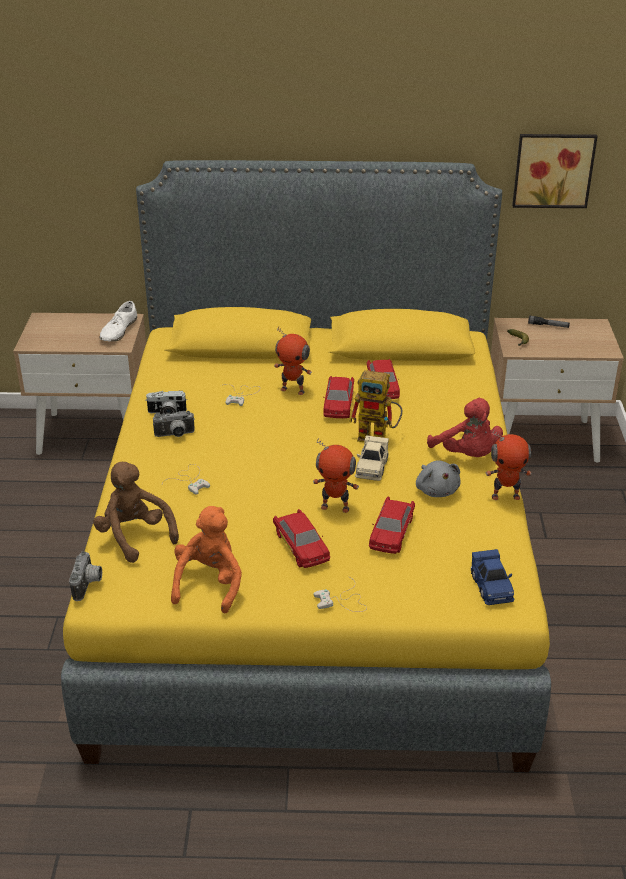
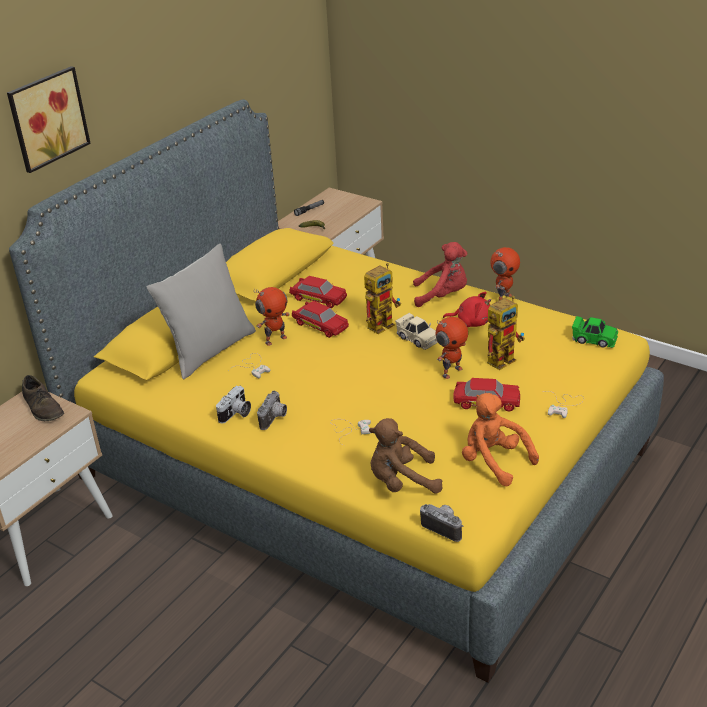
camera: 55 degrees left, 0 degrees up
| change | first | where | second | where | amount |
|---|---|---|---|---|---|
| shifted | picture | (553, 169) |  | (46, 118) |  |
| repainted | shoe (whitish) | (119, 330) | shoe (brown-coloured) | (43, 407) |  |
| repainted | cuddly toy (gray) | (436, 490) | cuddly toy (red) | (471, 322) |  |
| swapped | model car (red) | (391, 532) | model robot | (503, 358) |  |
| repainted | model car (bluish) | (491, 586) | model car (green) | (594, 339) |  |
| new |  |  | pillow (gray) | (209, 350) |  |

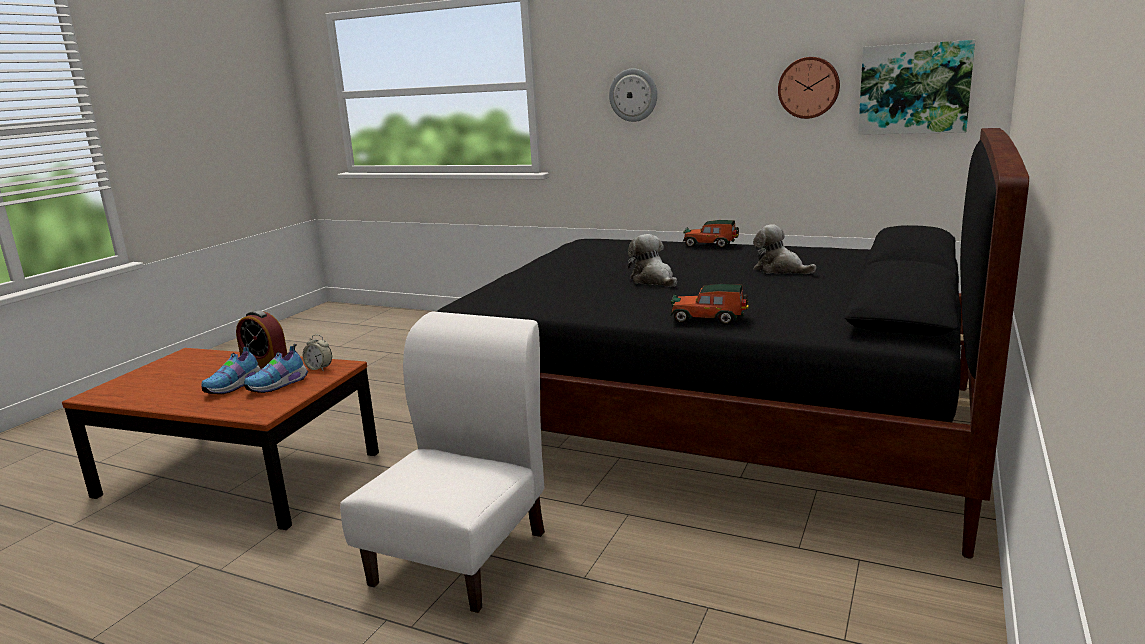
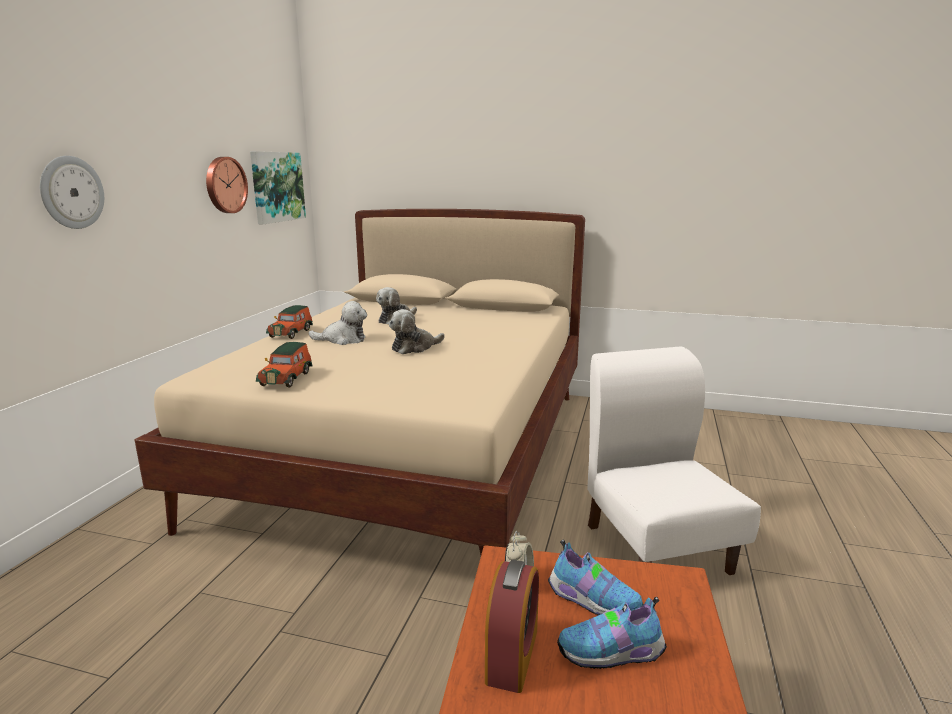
camera: 100 degrees left, 0 degrees up
| change | first | where | second | where | amount |
|---|---|---|---|---|---|
| repainted | sleeping bed (blackish) | (716, 422) | sleeping bed (beige) | (414, 452) |  |
| shifted | model car | (710, 319) |  | (287, 378) |  |
| rotated | chair (whitish) | (461, 557) |  | (657, 547) | 60 degrees clockwise |
| rotated | shoe | (235, 386) |  | (613, 654) | 150 degrees clockwise |
| new |  |  | cuddly toy | (343, 340) |  |

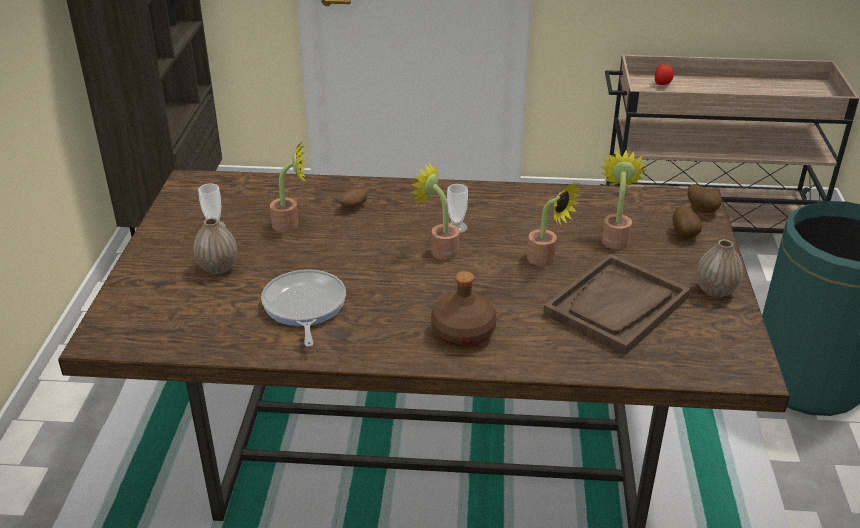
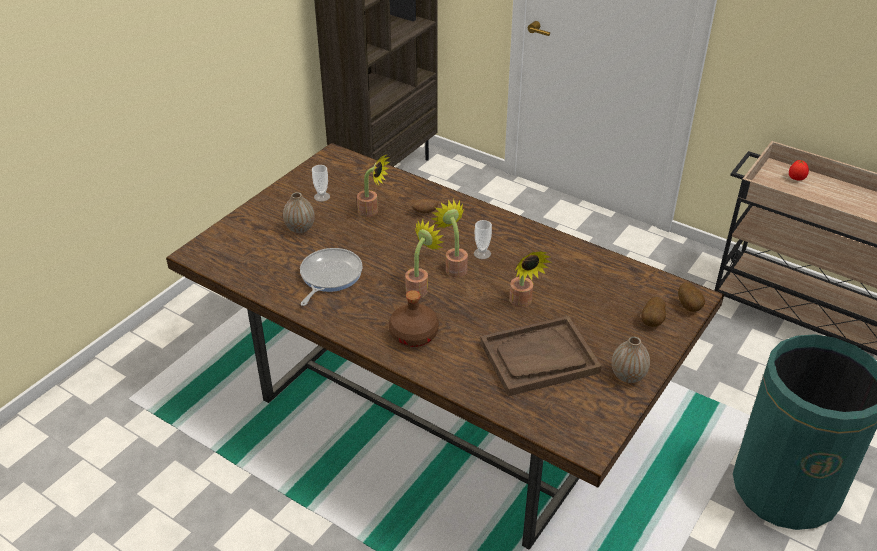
camera: 30 degrees right, 5 degrees up
| change | first | where | second | where | amount |
|---|---|---|---|---|---|
| shifted | potted plant | (615, 238) |  | (420, 288) |  |

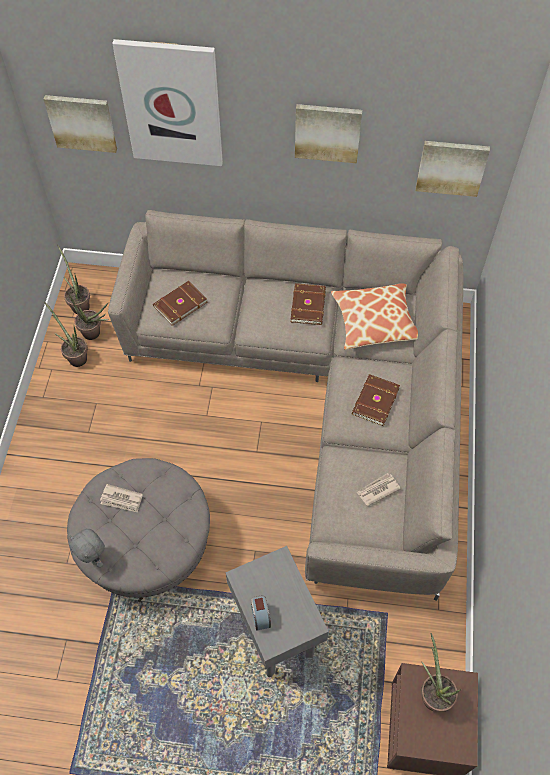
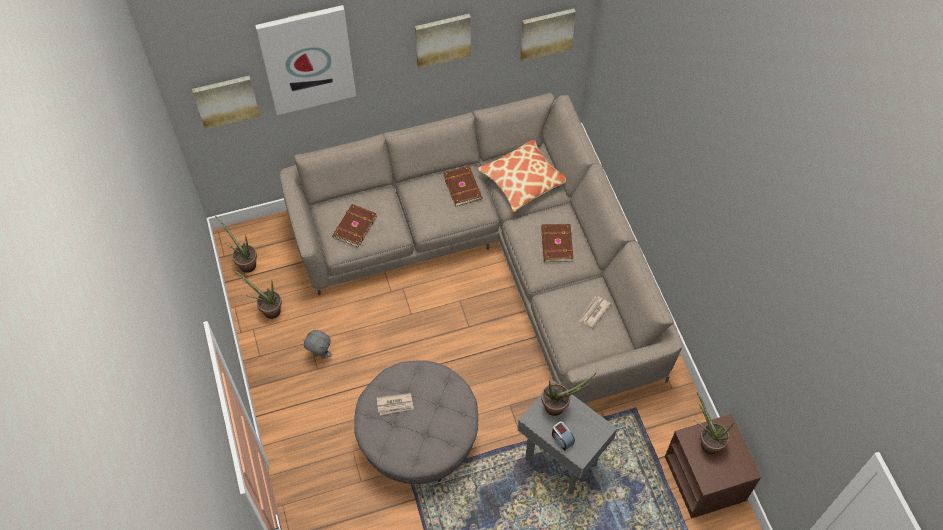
camera: 25 degrees left, 0 degrees up
| change | first | where | second | where | amount |
|---|---|---|---|---|---|
| shifted | potted plant | (95, 334) |  | (559, 406) |  |
| shifted | cuddly toy (gray) | (93, 558) |  | (320, 354) |  |

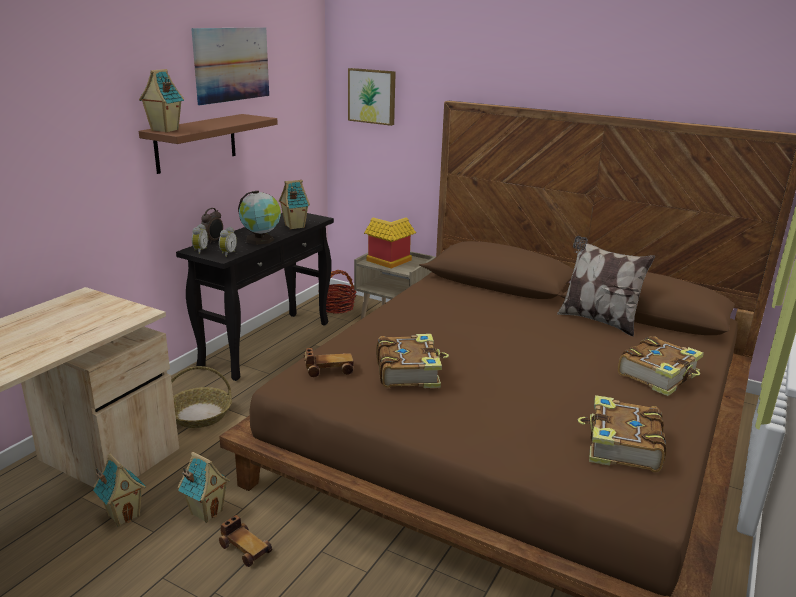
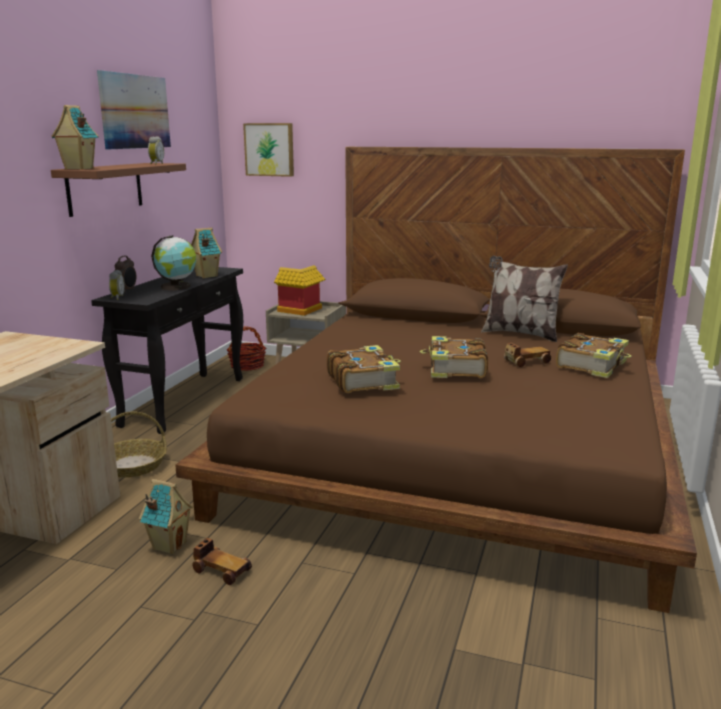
camera: 10 degrees left, 5 degrees down
| change | first | where | second | where | amount |
|---|---|---|---|---|---|
| shifted | bedside clock | (227, 254) |  | (156, 164) |  |
| shifted | model car | (328, 370) |  | (526, 362) |  |
| shifted | book | (621, 446) |  | (455, 368) |  |
| gone | model house | (124, 515) |  |  |  |

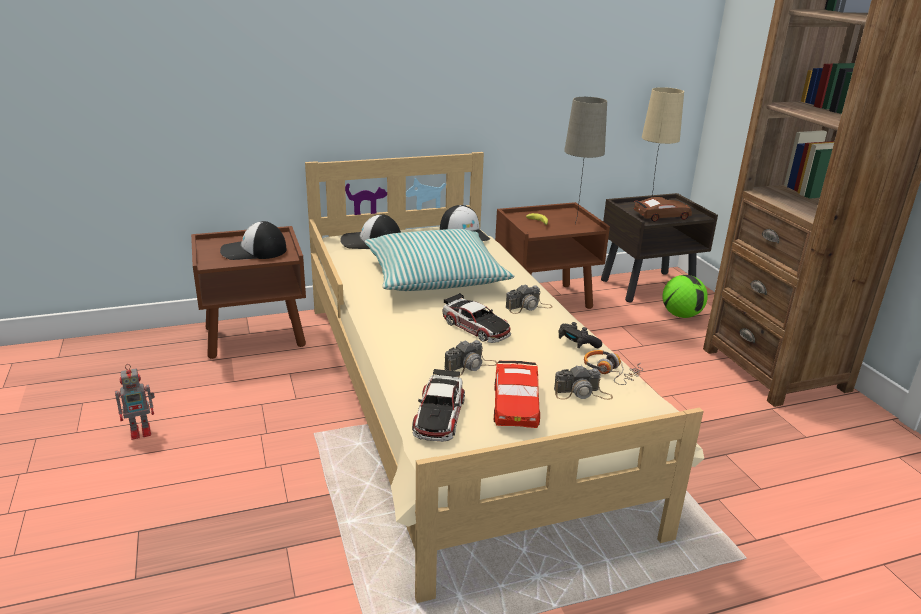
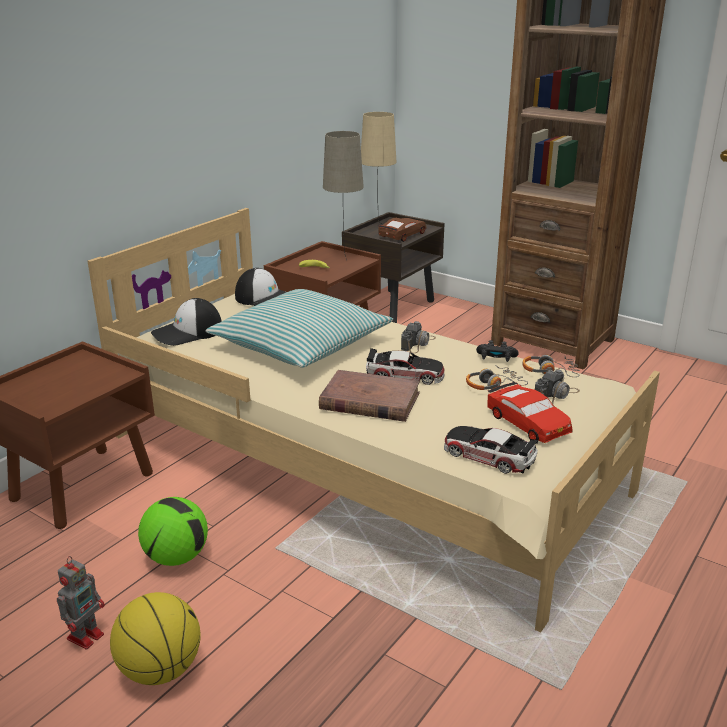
camera: 35 degrees left, 0 degrees up
| change | first | where | second | where | amount |
|---|---|---|---|---|---|
| gone | peaked cap | (253, 251) |  |  |  |
| shifted | football | (681, 315) |  | (177, 557) |  |
| gone | still camera | (471, 366) |  |  |  |
| rotated | model car | (439, 415) |  | (488, 455) | 150 degrees clockwise |
| new |  |  | headset | (493, 385) |  |
| new |  |  | book (brown-coloured) | (369, 401) |  |
| new |  |  | basketball | (160, 669) |  |

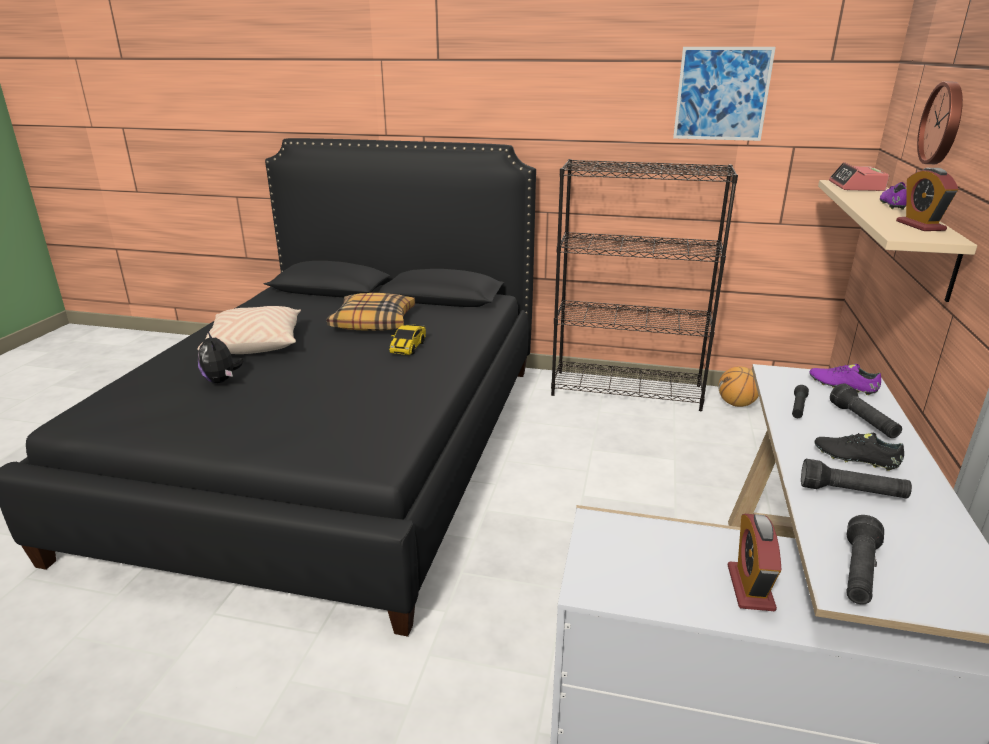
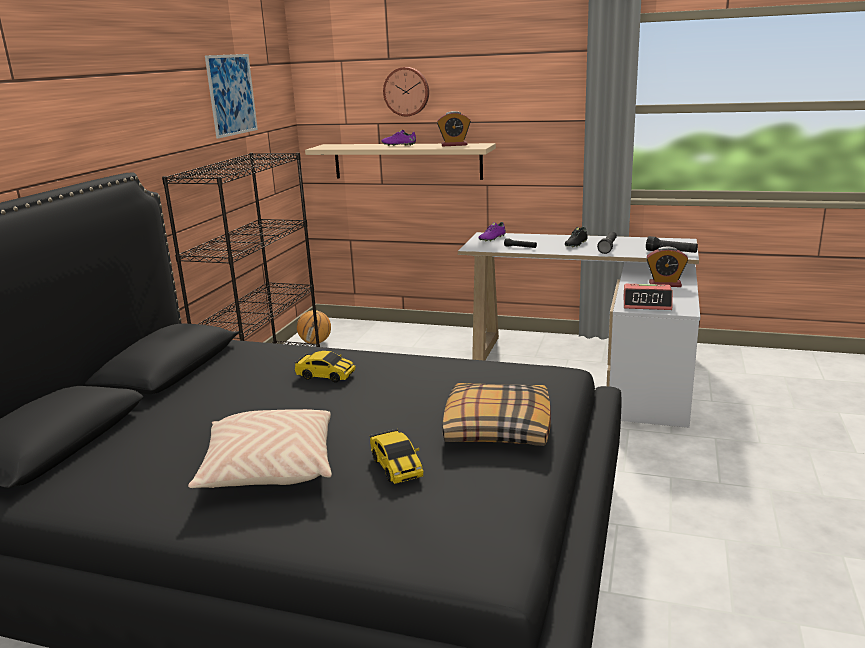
camera: 85 degrees left, 5 degrees down
| change | first | where | second | where | amount |
|---|---|---|---|---|---|
| shifted | bedside clock | (856, 186) |  | (647, 304) |  |
| shifted | pillow | (373, 322) |  | (496, 427) |  |
| swapped | cuddly toy | (222, 380) | model car | (396, 467) |  |
| gone | flashlight (blackish) | (863, 422) |  |  |  |

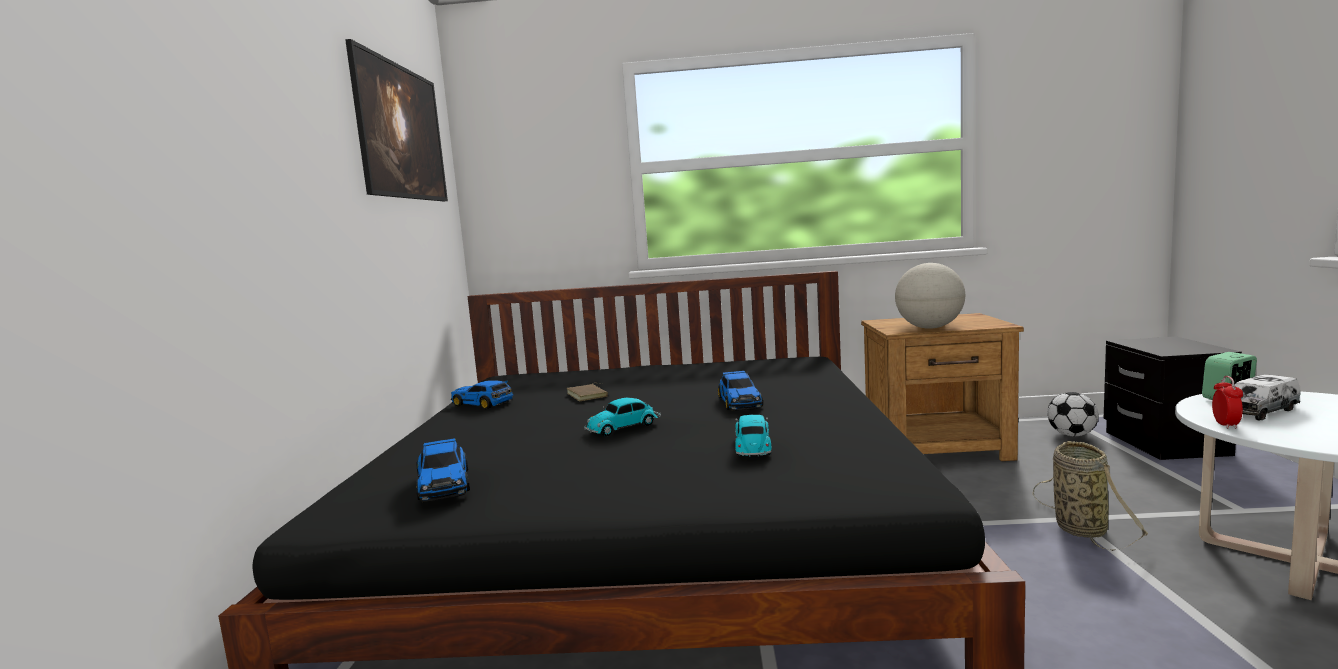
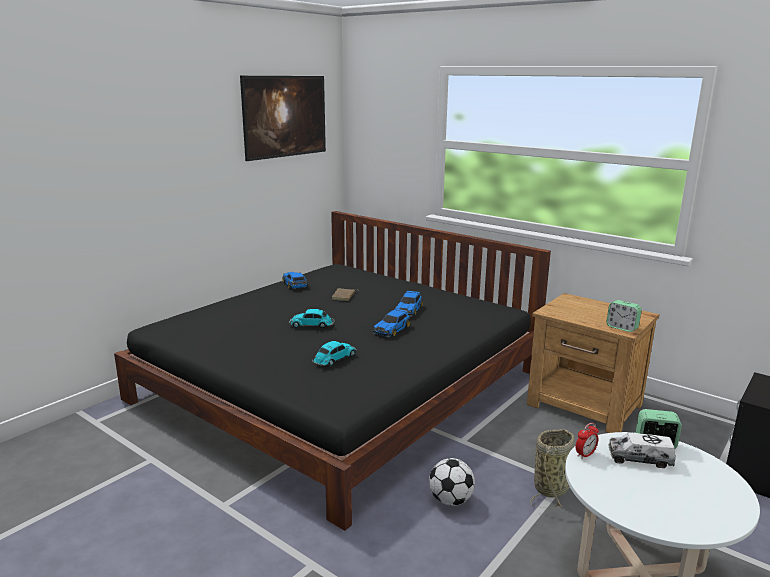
camera: 35 degrees right, 10 degrees up
| change | first | where | second | where | amount |
|---|---|---|---|---|---|
| gone | globe | (929, 328) |  |  |  |
| shifted | football | (1071, 435) |  | (450, 500) |  |
| shifted | model car | (444, 484) |  | (409, 310) |  |
| new |  |  | bedside clock | (622, 327) |  |

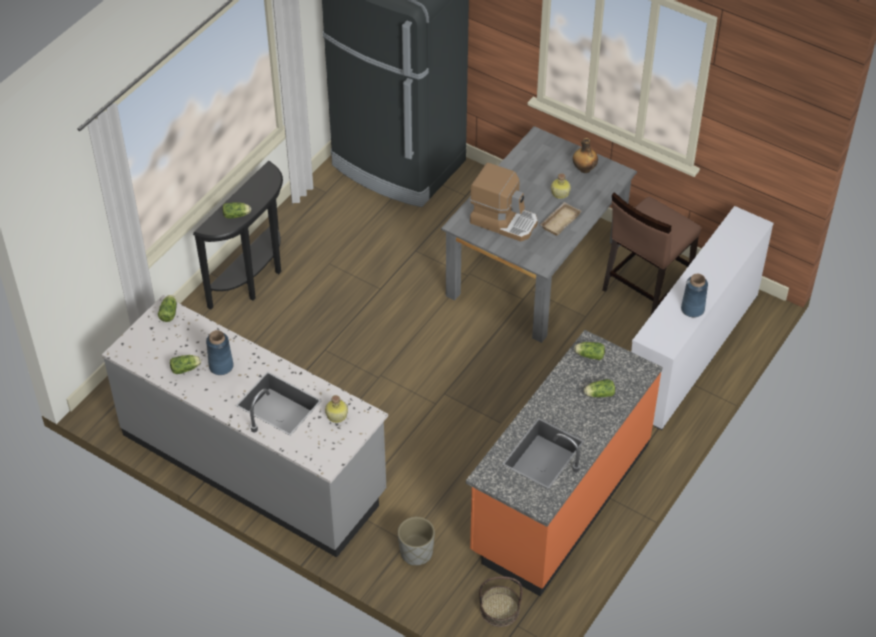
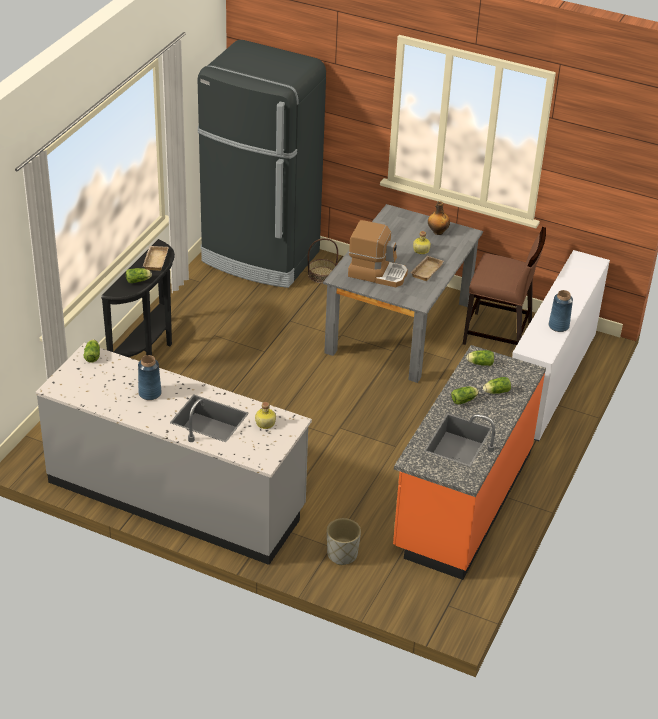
camera: 10 degrees left, 10 degrees down
| change | first | where | second | where | amount |
|---|---|---|---|---|---|
| rotated | chair (brown-coloured) | (645, 287) |  | (498, 335) | 105 degrees counterclockwise |
| shifted | head of lettuce | (186, 368) |  | (464, 400) |  |
| shifted | storage basket | (499, 610) |  | (322, 275) |  |
| new |  |  | tray (beige) | (154, 260) |  |

